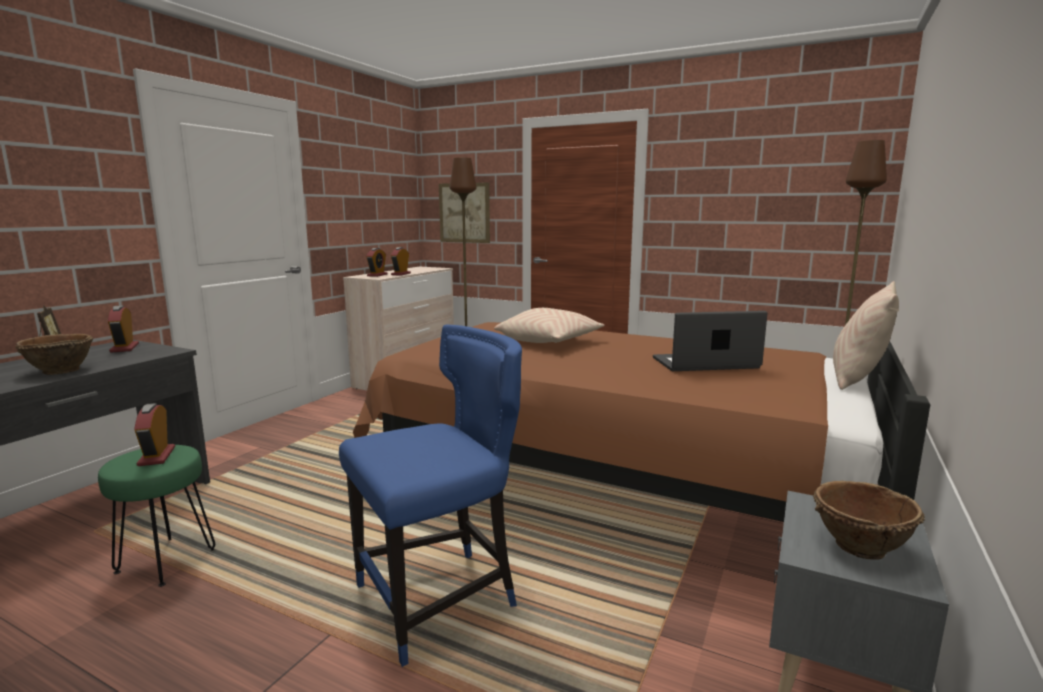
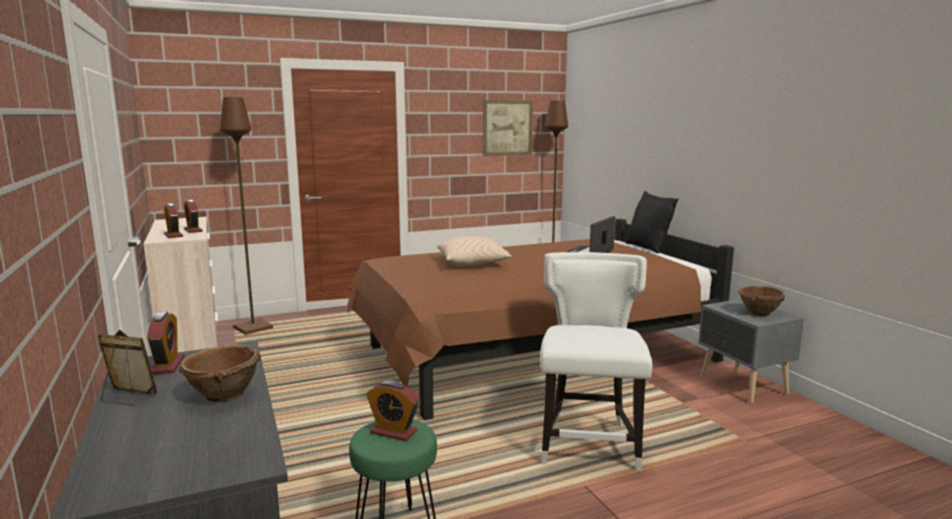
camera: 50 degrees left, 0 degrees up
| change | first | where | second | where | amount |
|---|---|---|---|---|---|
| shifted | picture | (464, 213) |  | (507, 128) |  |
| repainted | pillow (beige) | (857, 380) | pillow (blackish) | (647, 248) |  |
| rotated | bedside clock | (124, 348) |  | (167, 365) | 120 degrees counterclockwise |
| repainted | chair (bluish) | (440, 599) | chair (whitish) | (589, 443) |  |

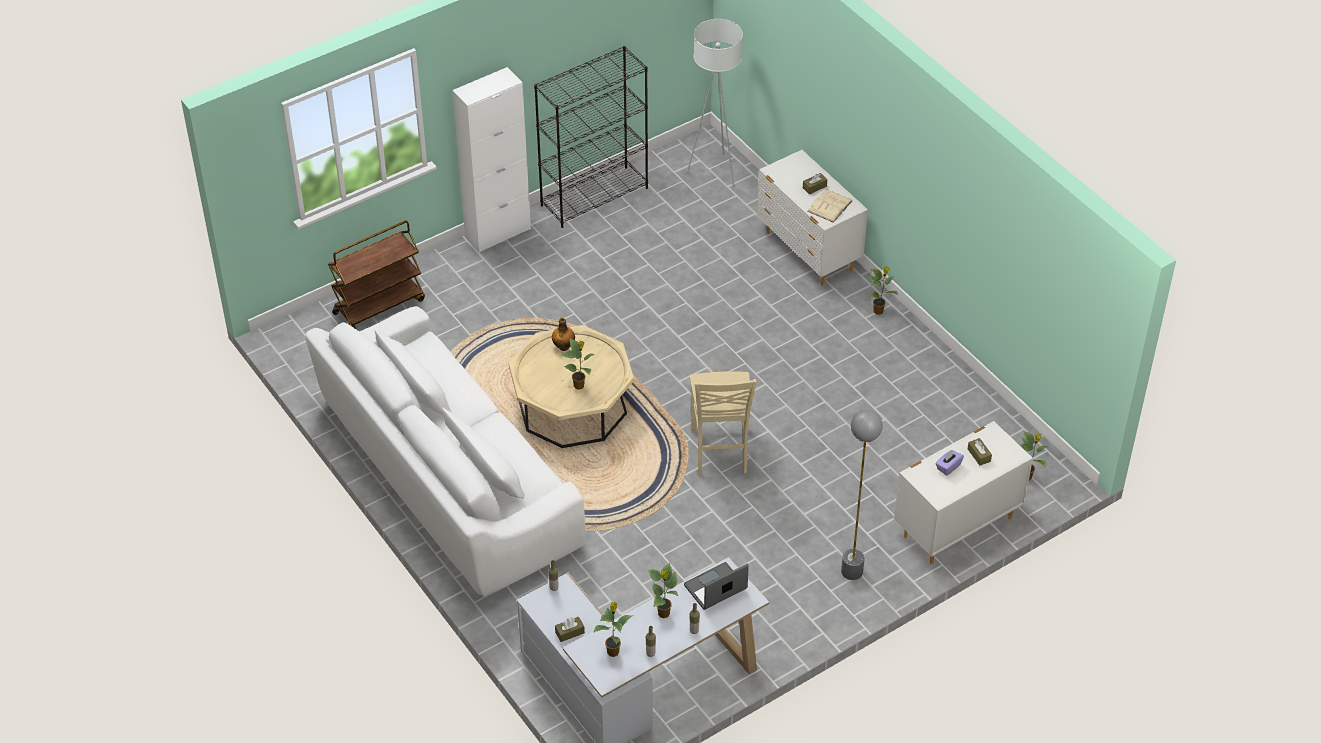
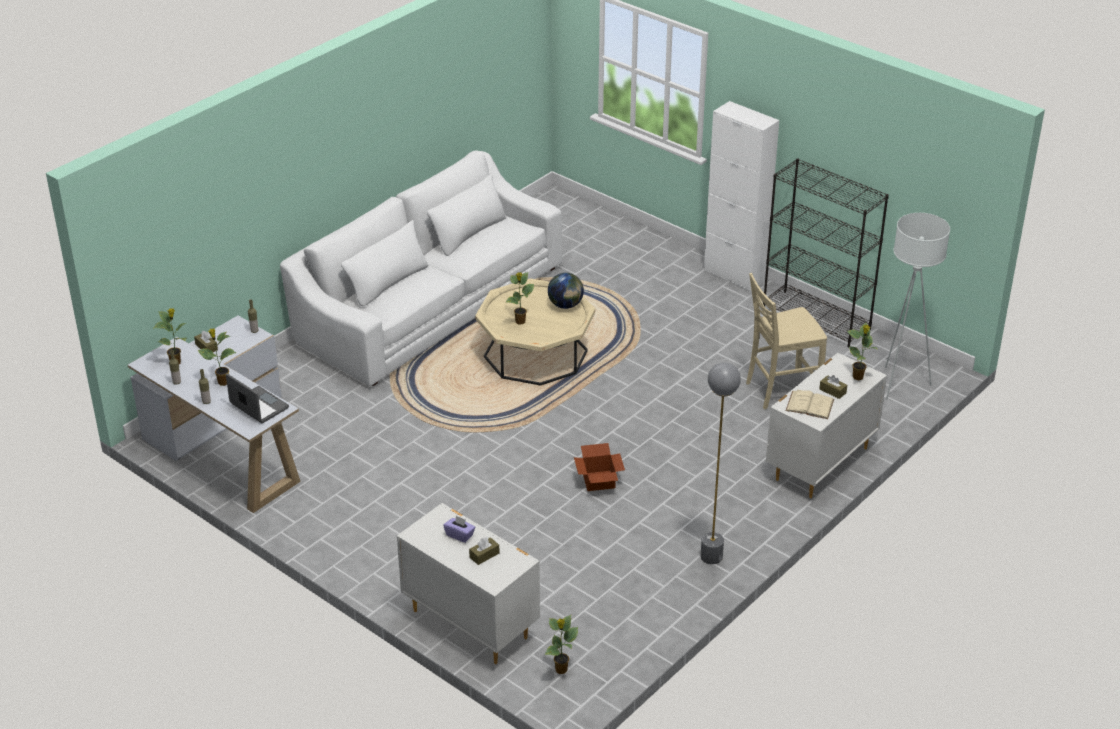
camera: 75 degrees right, 10 degrees down
| change | first | where | second | where | amount |
|---|---|---|---|---|---|
| gone | trolley (brown-coloured) | (379, 306) |  |  |  |
| shifted | potted plant | (879, 311) |  | (858, 377) |  |
| swapped | beverage bottle | (564, 346) | globe | (565, 305) |  |
| shifted | chair (beige) | (720, 452) |  | (780, 390) |  |
| shifted | standard lamp (gray) | (852, 571) |  | (711, 557) |  |
| new |  |  | carton | (598, 481) |  |

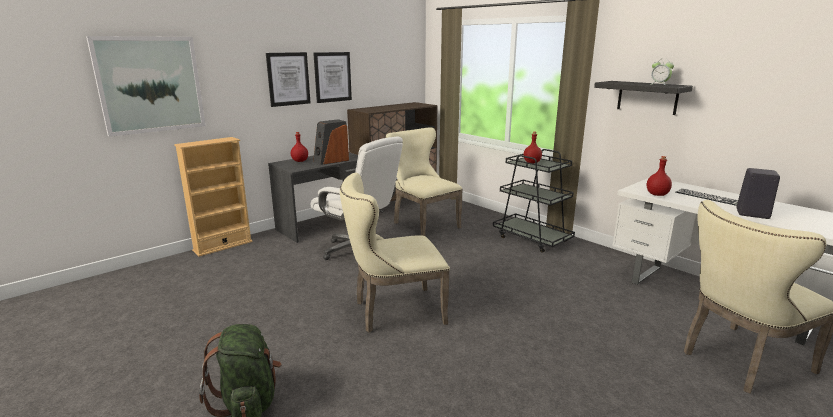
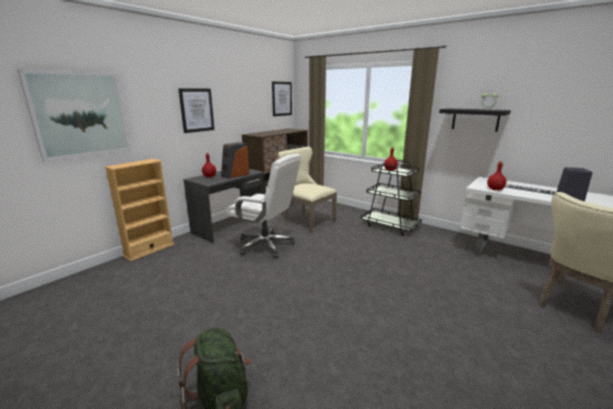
camera: 10 degrees left, 0 degrees up
| change | first | where | second | where | amount |
|---|---|---|---|---|---|
| shifted | picture | (332, 77) |  | (281, 99) |  |
| gone | chair (beige) | (393, 312) |  |  |  |

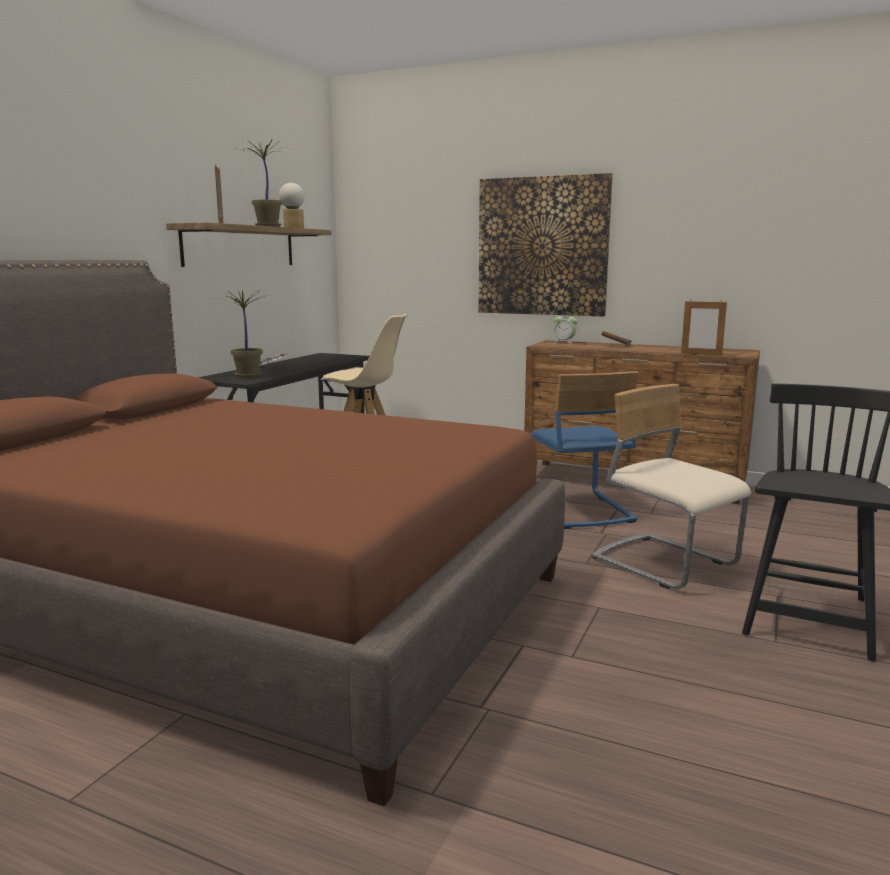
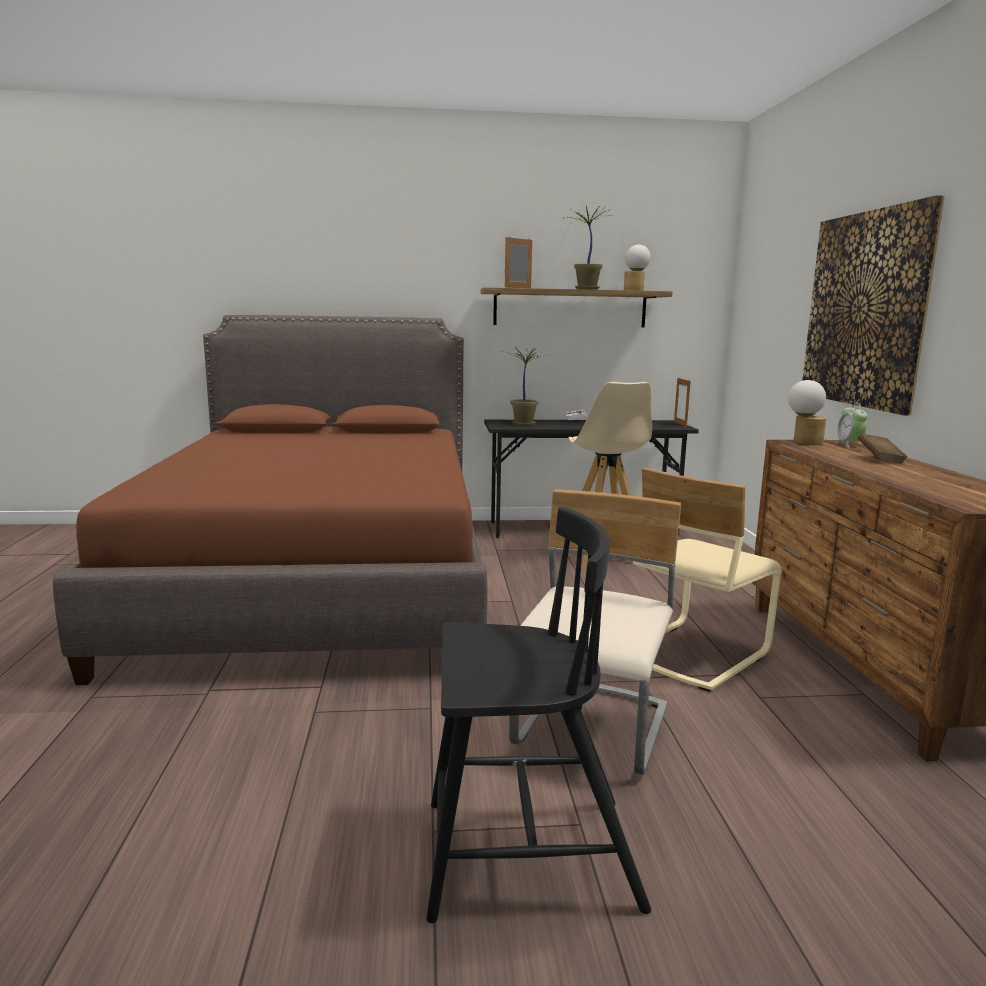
camera: 60 degrees right, 0 degrees up
| change | first | where | second | where | amount |
|---|---|---|---|---|---|
| shifted | picture frame | (701, 354) |  | (680, 424) |  |
| repainted | chair (bluish) | (579, 510) | chair (beige) | (693, 653) |  |
| new |  |  | tabletop lamp | (803, 442) |  |

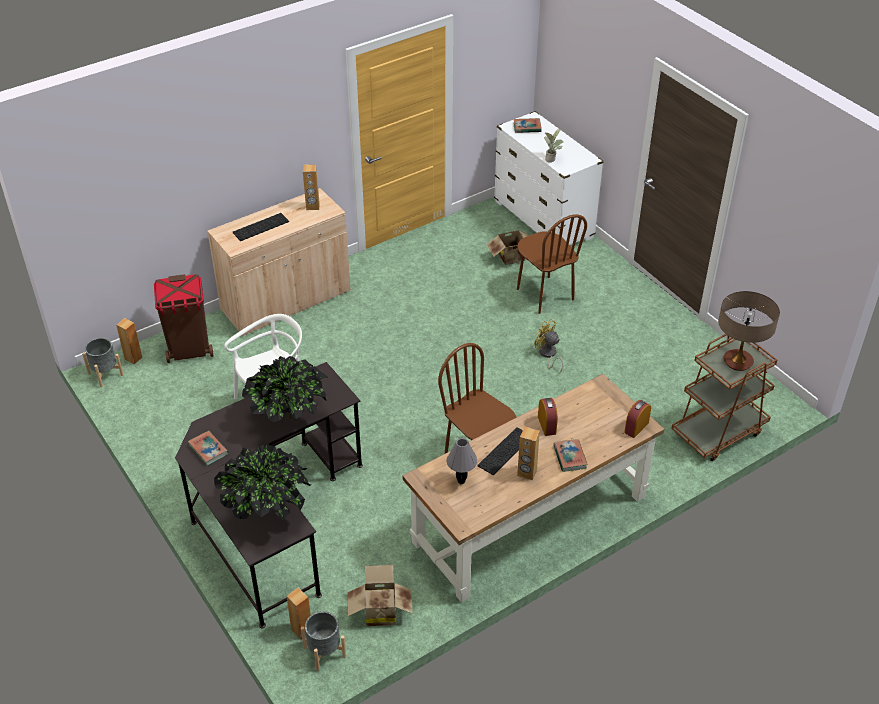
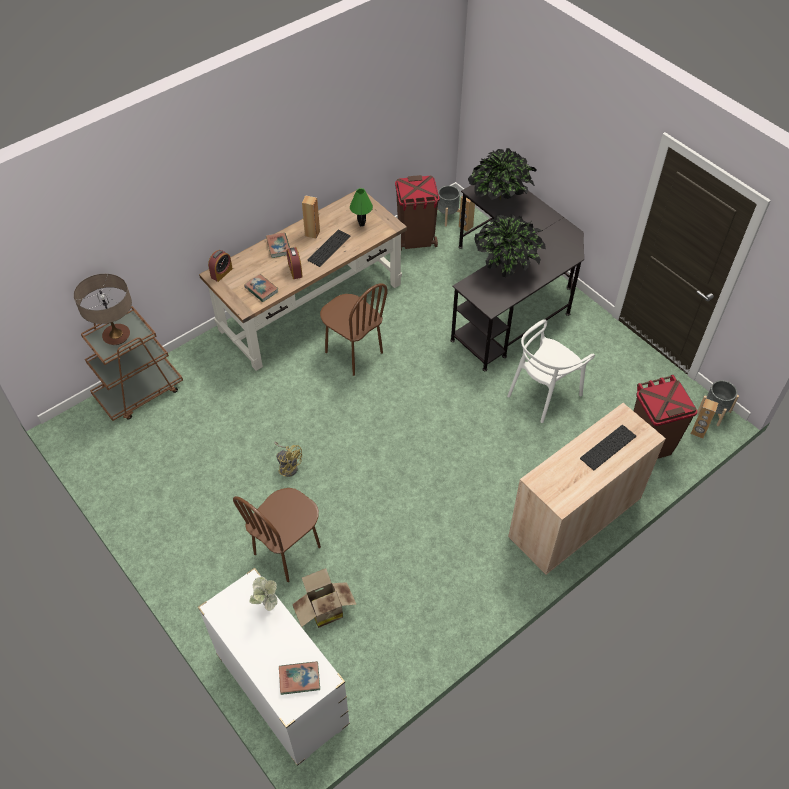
camera: 175 degrees right, 10 degrees up
| change | first | where | second | where | amount |
|---|---|---|---|---|---|
| gone | audio speaker (brown-coloured) | (312, 206) |  |  |  |
| rotated | chair (brown-coloured) | (544, 294) |  | (287, 551) | 105 degrees counterclockwise |
| shifted | book | (208, 449) |  | (261, 289) |  |
| repainted | tabletop lamp (gray) | (461, 481) | tabletop lamp (green) | (361, 224) |  |
| swapped | carton | (379, 611) | rubbish bin (brown-coloured) | (416, 240) |  |

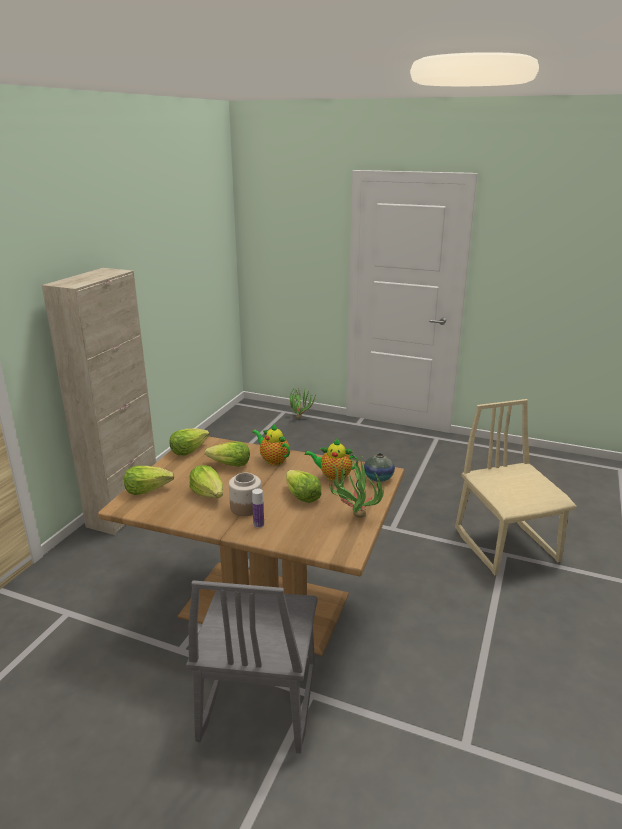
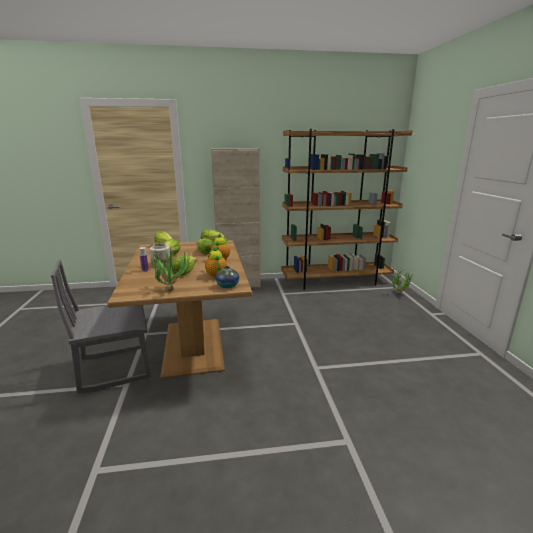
camera: 60 degrees right, 5 degrees down
| change | first | where | second | where | amount |
|---|---|---|---|---|---|
| gone | chair (beige) | (506, 545) |  |  |  |
| new |  |  | shelving unit (brown-coloured) | (335, 281) |  |

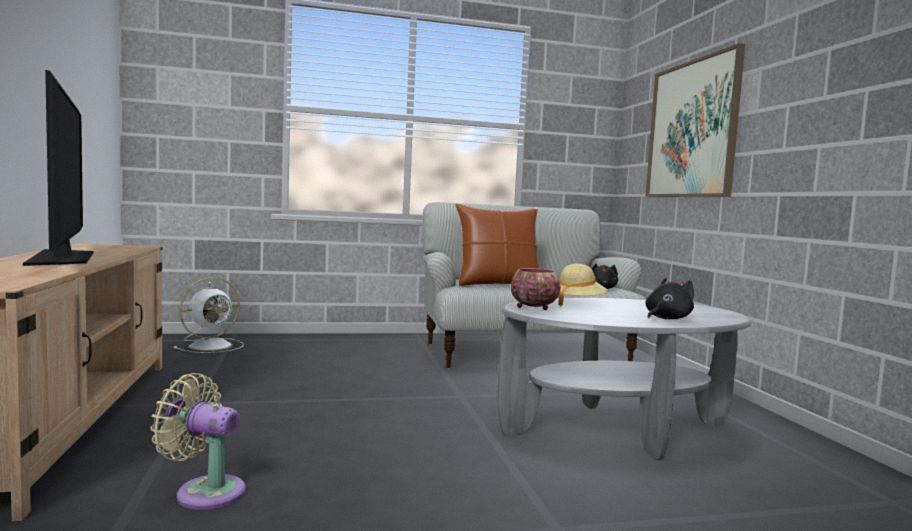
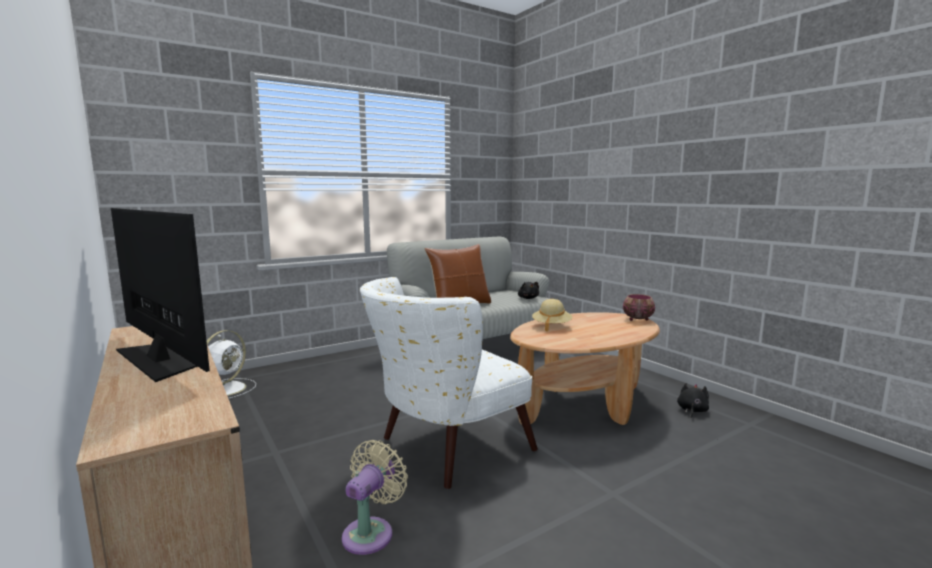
camera: 20 degrees left, 5 degrees up
| change | first | where | second | where | amount |
|---|---|---|---|---|---|
| gone | picture | (692, 129) |  |  |  |
| shifted | bowl | (533, 307) |  | (637, 319) |  |
| shifted | cuddly toy (blackish) | (666, 318) |  | (692, 410) |  |
| repainted | lounge table (gray) | (617, 429) | lounge table (brown-coloured) | (583, 405) |  |
| rotated | fan (beige) | (205, 492) |  | (371, 532) | 120 degrees clockwise |
| new |  |  | easy chair (whitish) | (443, 449) |  |

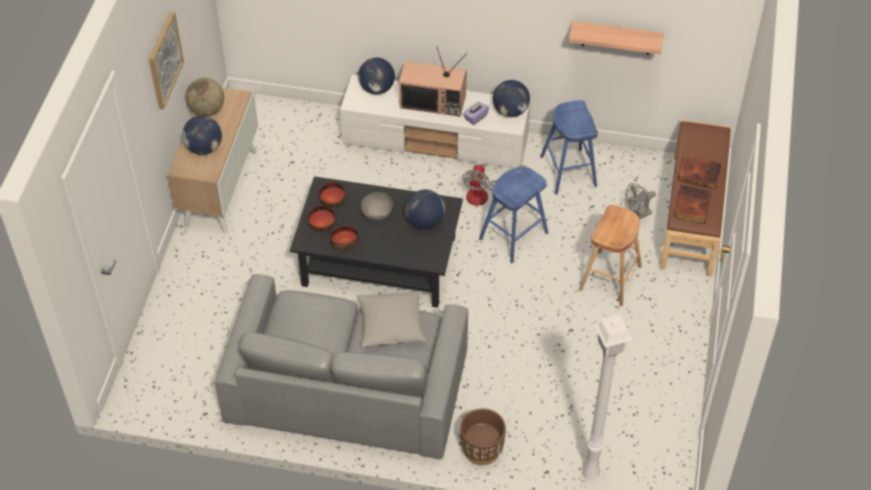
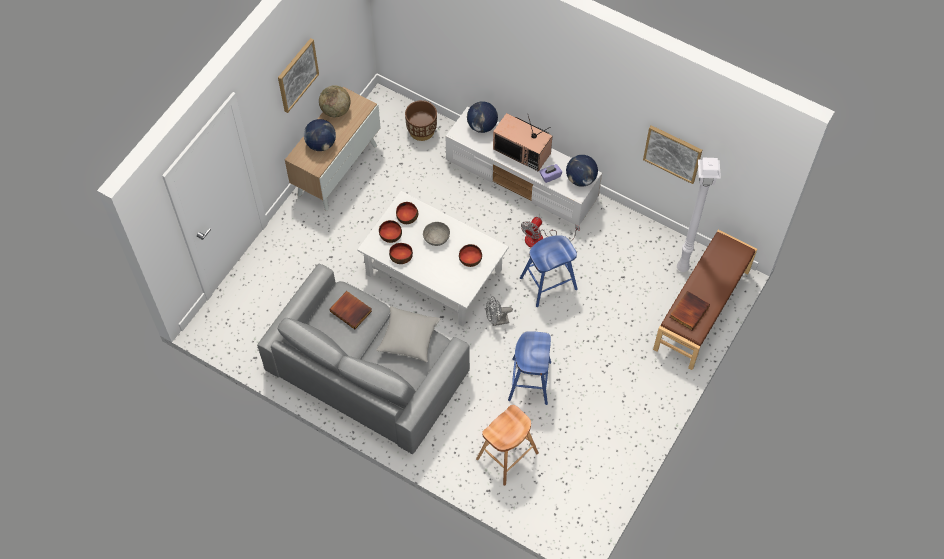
camera: 20 degrees right, 10 degrees up
| change | first | where | second | where | amount |
|---|---|---|---|---|---|
| swapped | shelf | (616, 38) | picture | (673, 153) |  |
| shifted | stool seat (bluish) | (568, 171) |  | (529, 381) |  |
| shifted | book | (700, 173) |  | (351, 310) |  |
| repainted | lounge table (blackish) | (379, 261) | lounge table (whitish) | (433, 272) |  |
| shifted | fan (gray) | (637, 215) |  | (496, 321) |  |
| swapped | globe | (425, 222) | bowl | (470, 258) |  |
| shifted | stool seat (brown-coloured) | (610, 278) |  | (507, 455) |  |
| shifted | standard lamp (whitish) | (592, 474) |  | (683, 268) |  |
| shifted | flower pot (brown-coloured) | (481, 450) |  | (421, 130) |  |

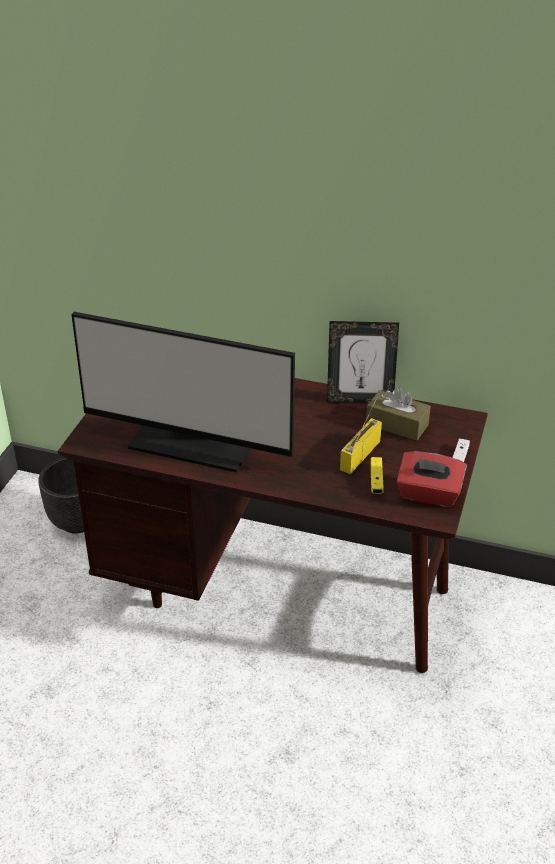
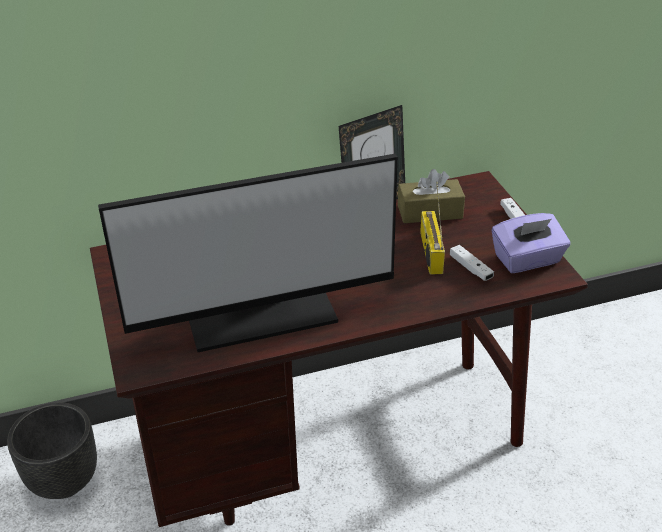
camera: 35 degrees left, 0 degrees up
| change | first | where | second | where | amount |
|---|---|---|---|---|---|
| repainted | box of tissues (red) | (429, 494) | box of tissues (purple-coloured) | (527, 260) |  |
| repainted | joypad (yellow) | (376, 480) | joypad (whitish) | (470, 268) |  |

